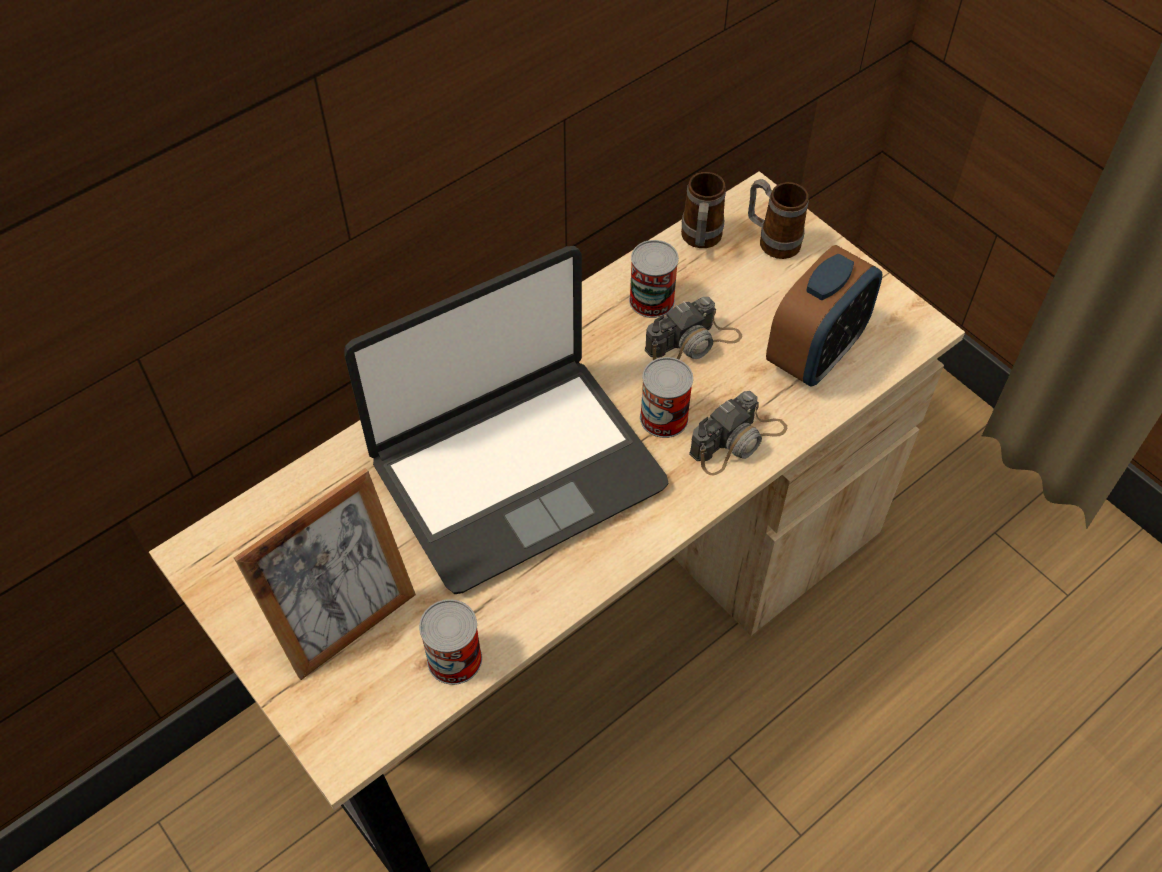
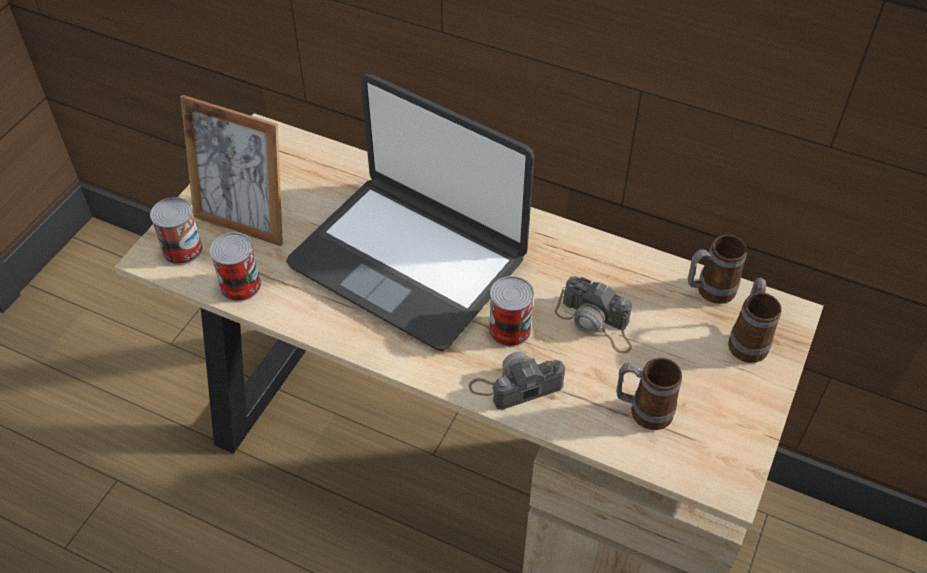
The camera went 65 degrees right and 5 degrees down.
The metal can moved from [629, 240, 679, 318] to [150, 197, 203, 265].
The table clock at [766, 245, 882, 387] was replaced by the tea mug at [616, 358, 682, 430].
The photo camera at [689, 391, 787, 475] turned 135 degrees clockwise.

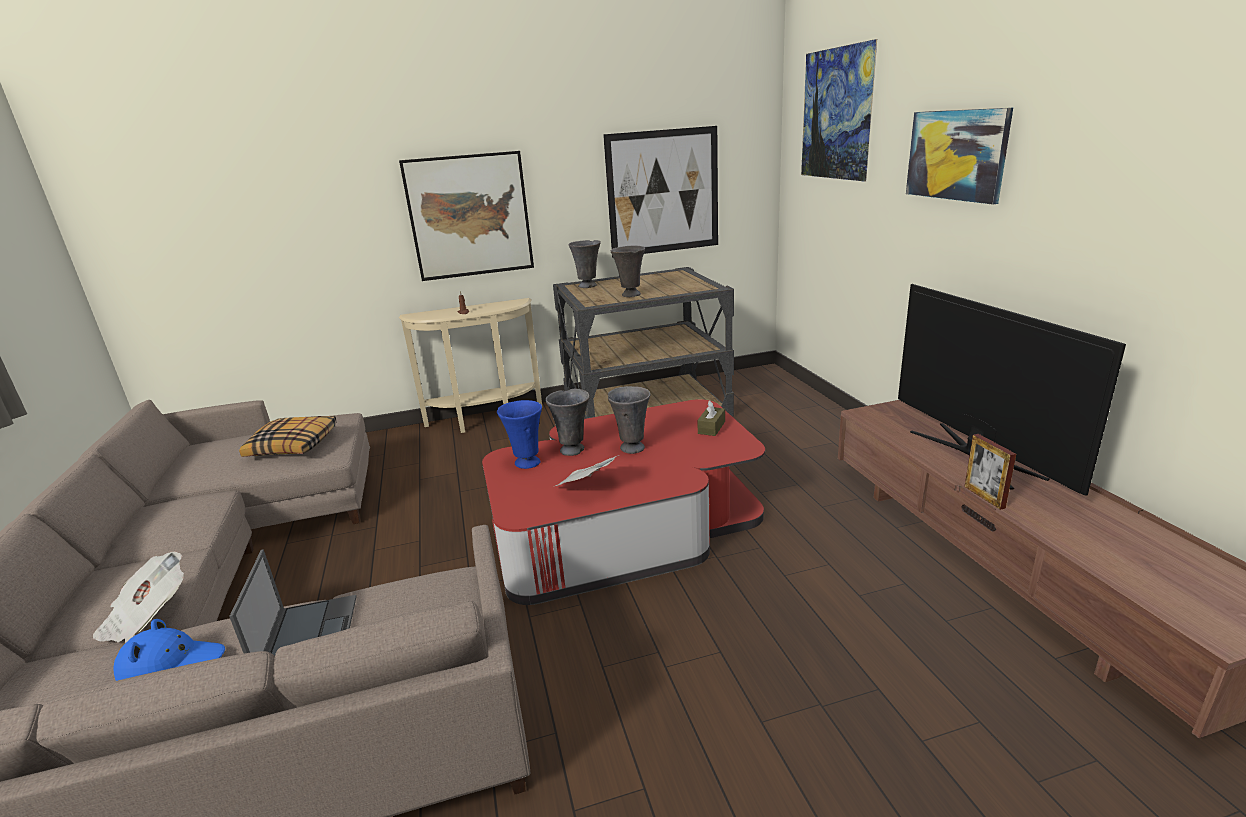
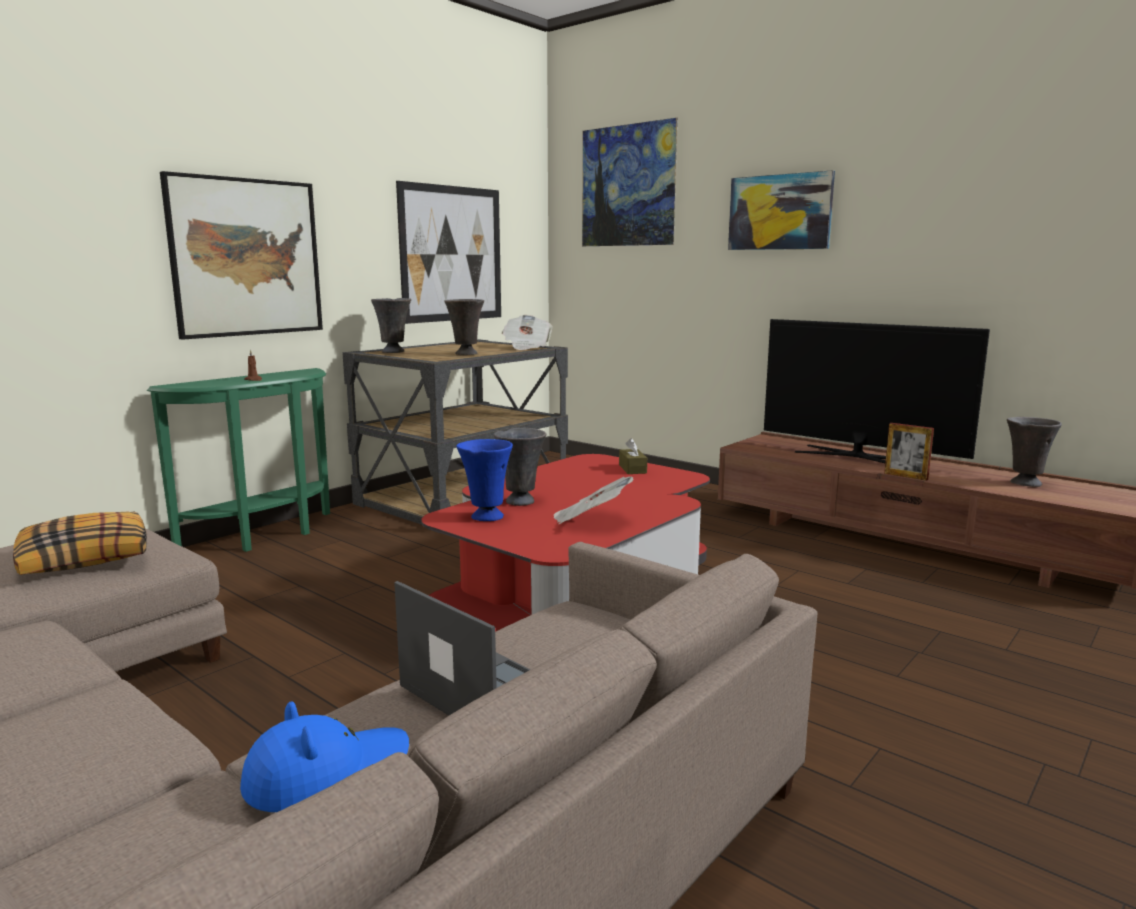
The camera went 35 degrees left and 10 degrees down.
The beige console table at [399, 298, 542, 433] became the green console table at [147, 368, 330, 552].
The grey flower vase moved from [608, 386, 651, 454] to [1007, 417, 1062, 487].
The newspaper moved from [93, 551, 184, 643] to [502, 315, 553, 350].

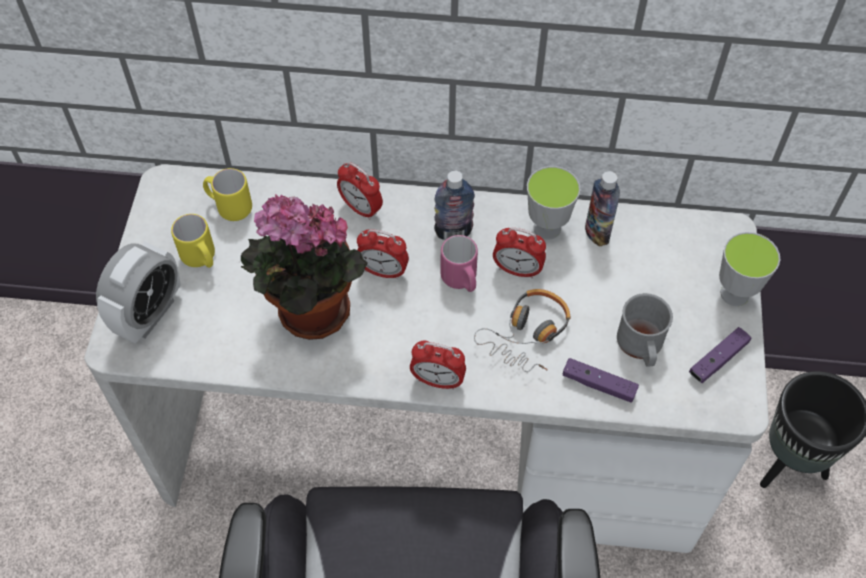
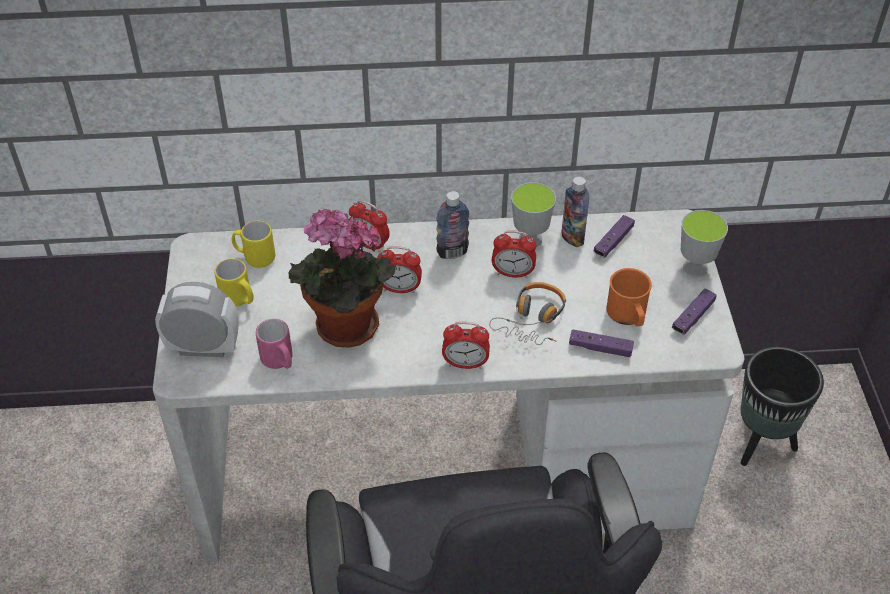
The camera went 10 degrees left and 10 degrees down.
The pink-coloured tea mug moved from [440, 235, 478, 292] to [256, 319, 293, 369].
The table clock at [96, 241, 181, 344] turned 105 degrees counterclockwise.
The grey tea mug at [617, 293, 673, 367] became the orangey tea mug at [606, 268, 652, 327].
The purple joypad at [593, 215, 635, 257] appeared.

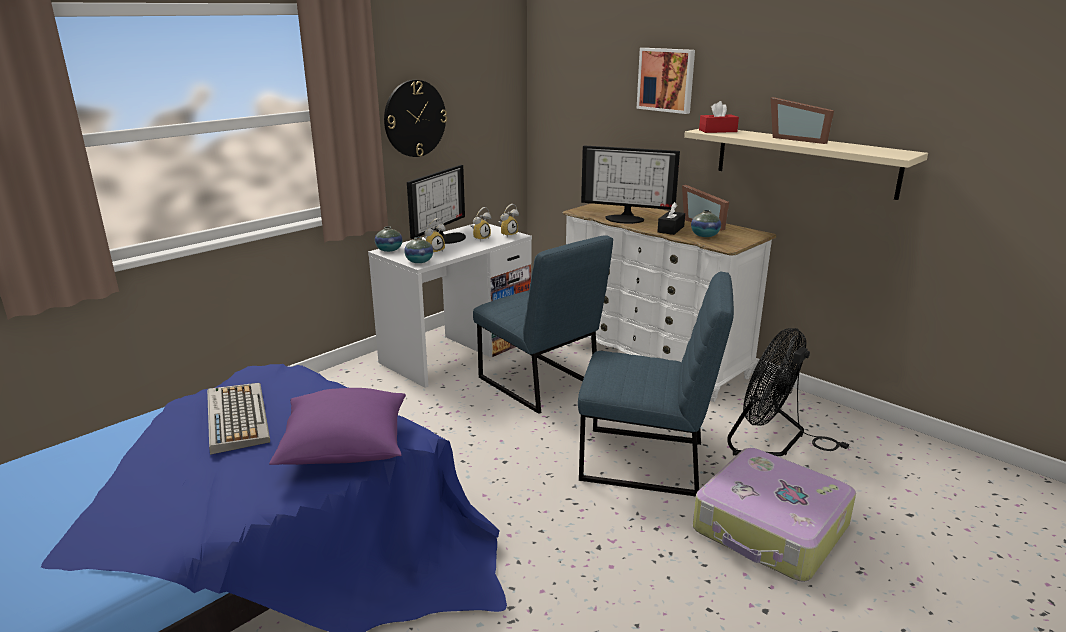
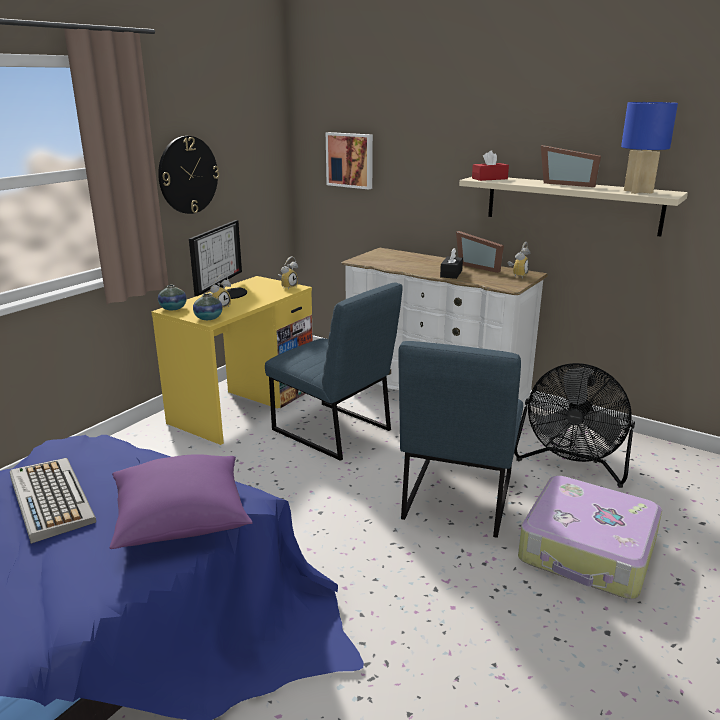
The camera went 10 degrees left and 0 degrees up.
The wall picture moved from [636, 48, 695, 114] to [326, 132, 373, 190].
The computer screen at [581, 145, 680, 224] disappeared.
The table clock moved from [470, 207, 491, 242] to [508, 242, 530, 279].
The flower vase at [691, 210, 721, 237] disappeared.
The white-coloured desk table at [368, 224, 532, 388] became the yellow-coloured desk table at [151, 276, 313, 445].
The bluish upright chair at [578, 271, 734, 496] turned 105 degrees clockwise.
The blackish electric fan at [727, 328, 850, 456] turned 90 degrees counterclockwise.
The bluish table lamp at [621, 102, 678, 194] appeared.

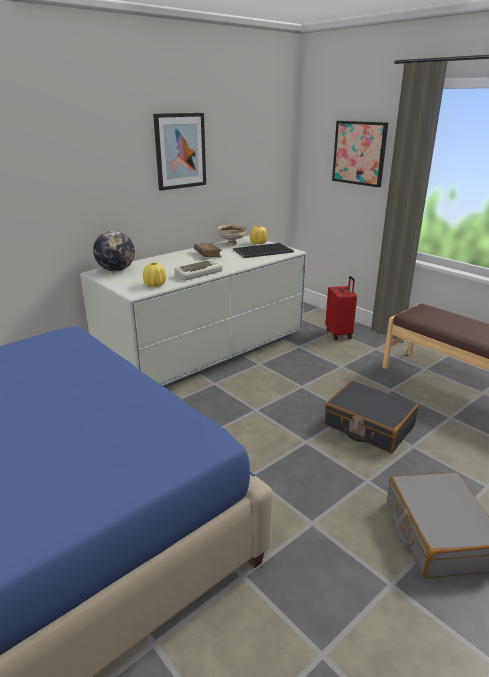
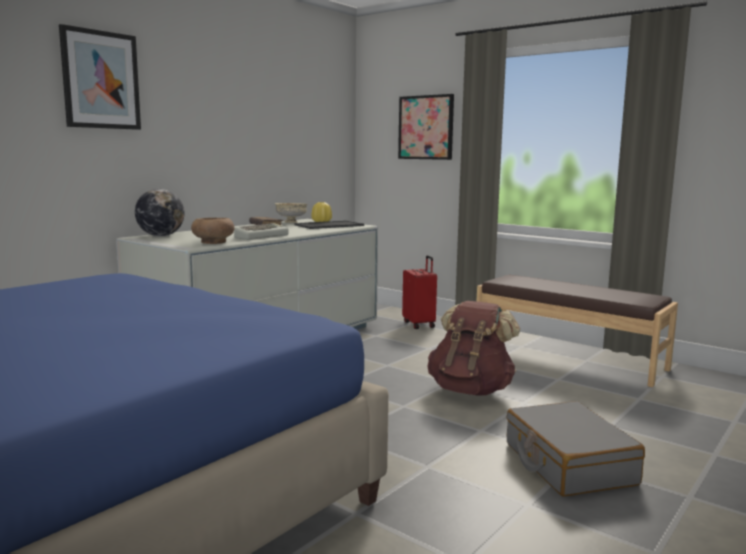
The camera went 10 degrees left and 15 degrees down.
The wall picture moved from [153, 113, 206, 191] to [59, 24, 141, 130].
The yellow-coloured flower vase at [143, 263, 166, 287] was replaced by the brown-coloured bowl at [191, 218, 235, 244].
The blackish piece of luggage at [324, 381, 419, 453] was replaced by the brown-coloured rucksack at [427, 301, 520, 396].

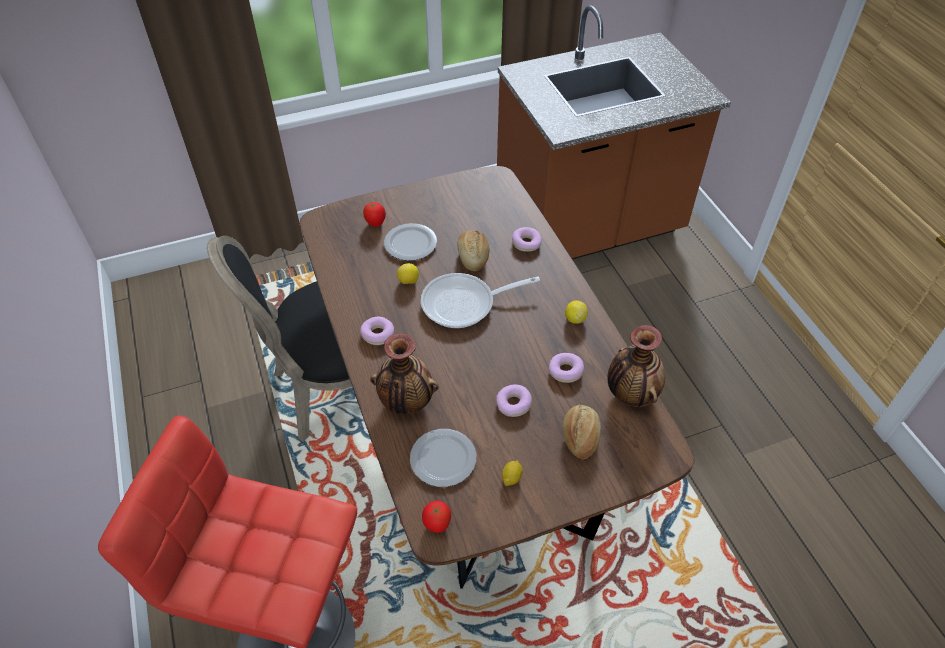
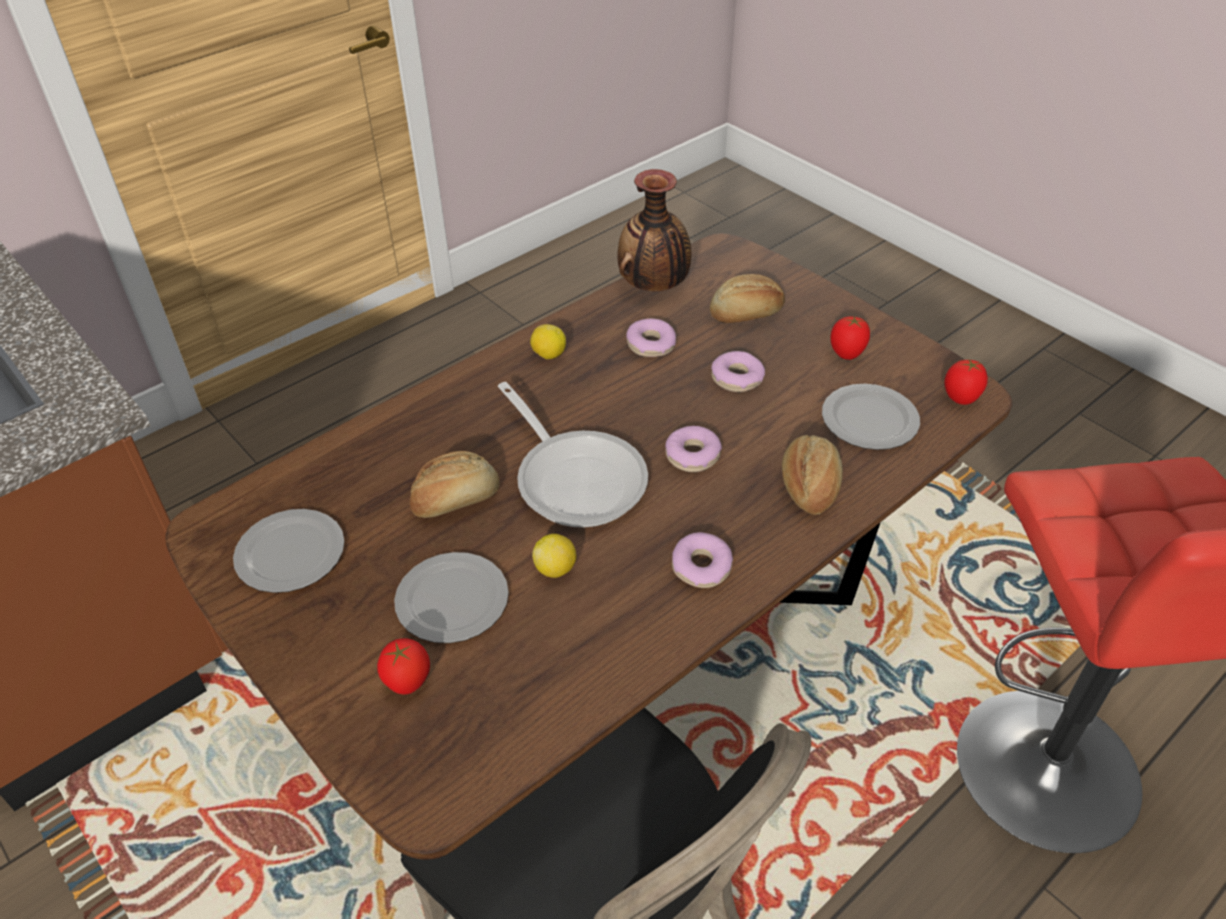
The camera went 110 degrees left and 5 degrees down.
The donut moved from [512, 227, 542, 252] to [665, 426, 722, 472].
The flower vase at [370, 333, 439, 414] was replaced by the bakery bread at [782, 435, 843, 515].
The lemon at [502, 460, 523, 486] was replaced by the whole tomato at [830, 316, 870, 360].
The flat dish at [233, 509, 344, 593] appeared.

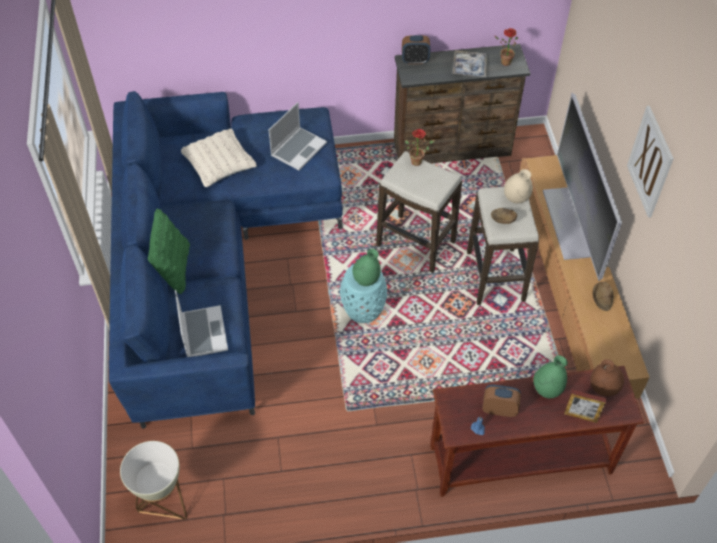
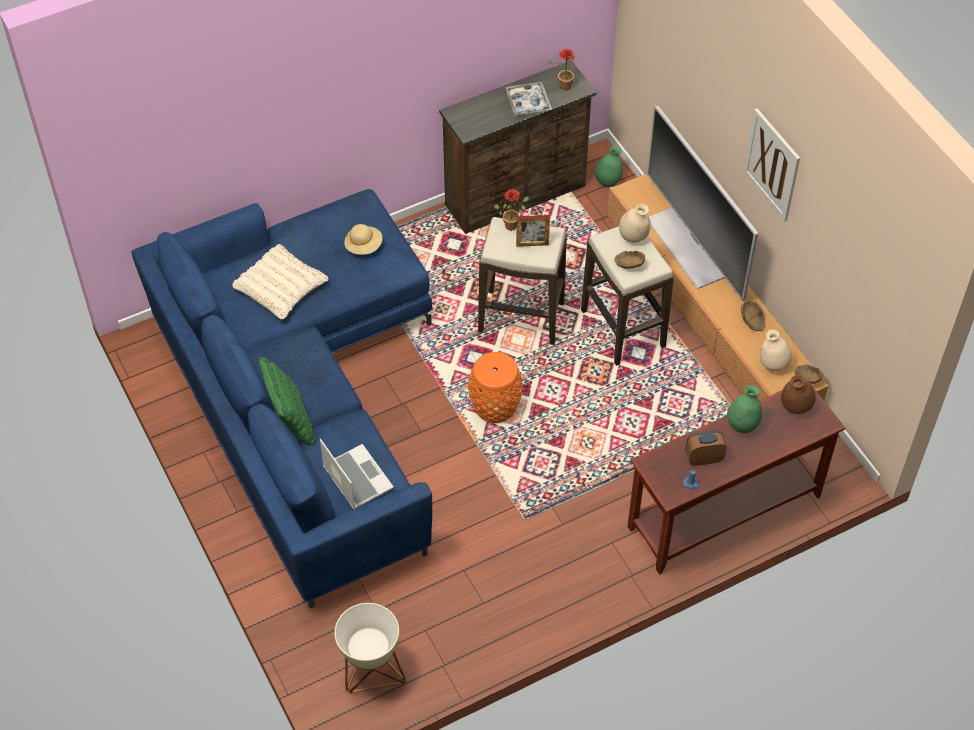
The camera went 20 degrees left and 0 degrees up.
The table clock at [402, 35, 430, 64] disappeared.
The portable computer at [269, 102, 327, 170] was replaced by the beige clothing hat at [344, 224, 383, 255].
The green flower vase moved from [352, 249, 381, 286] to [594, 146, 623, 187].
The turquoise stool at [340, 264, 387, 323] became the orangey stool at [468, 352, 523, 423].
The photo frame moved from [564, 390, 607, 423] to [516, 215, 550, 247].
The beige flower vase at [760, 330, 792, 371] appeared.
The brown-coloured bowl at [794, 365, 823, 384] appeared.

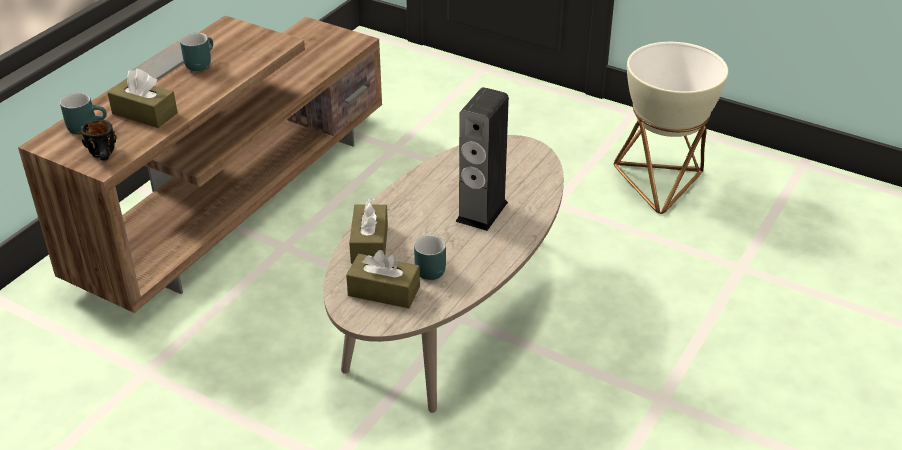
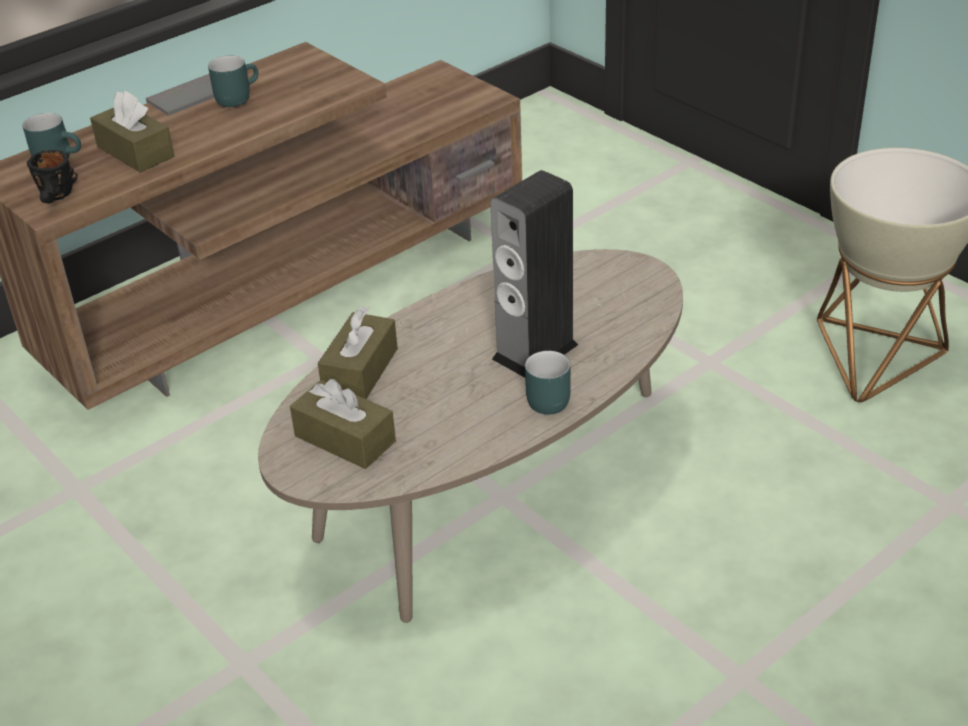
The camera went 20 degrees right and 0 degrees up.
The turquoise tea mug moved from [414, 235, 446, 280] to [525, 351, 571, 415].

